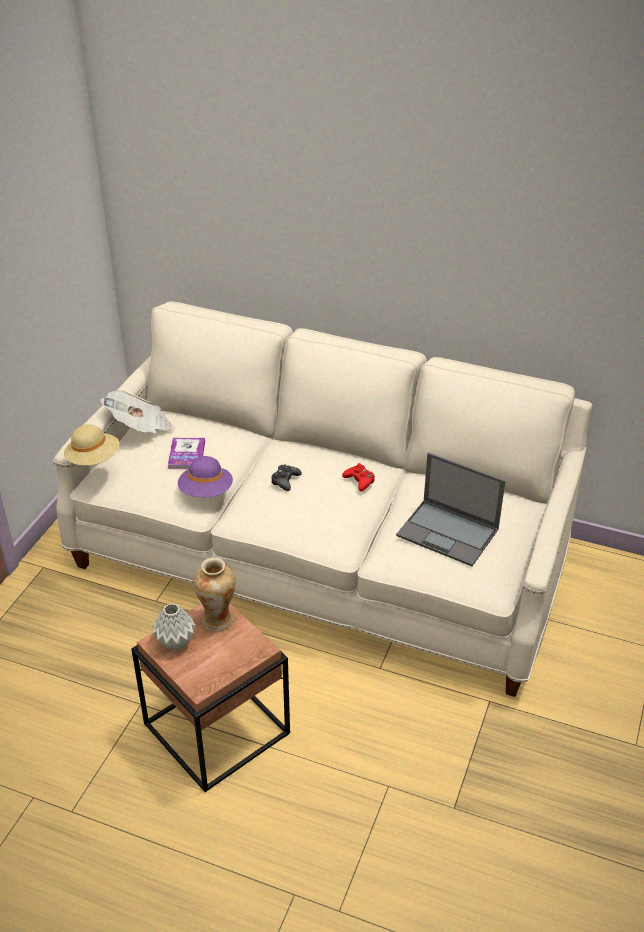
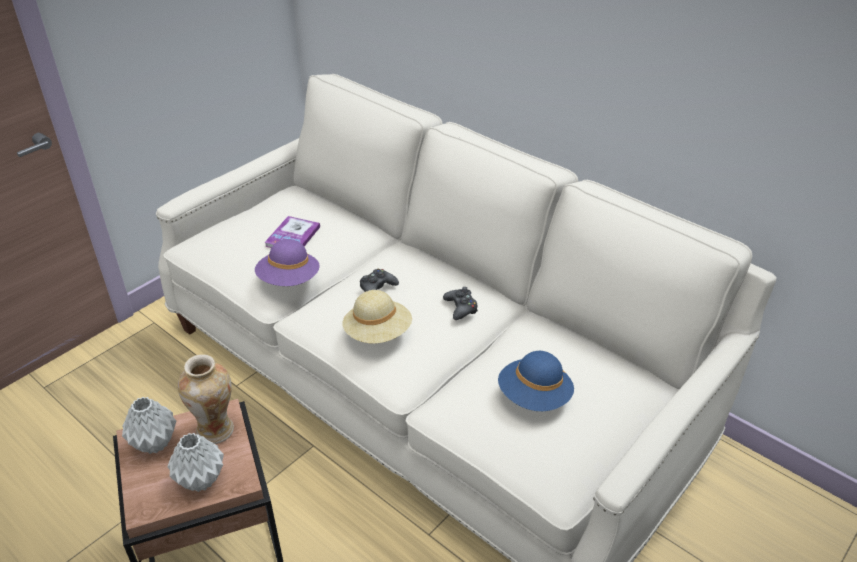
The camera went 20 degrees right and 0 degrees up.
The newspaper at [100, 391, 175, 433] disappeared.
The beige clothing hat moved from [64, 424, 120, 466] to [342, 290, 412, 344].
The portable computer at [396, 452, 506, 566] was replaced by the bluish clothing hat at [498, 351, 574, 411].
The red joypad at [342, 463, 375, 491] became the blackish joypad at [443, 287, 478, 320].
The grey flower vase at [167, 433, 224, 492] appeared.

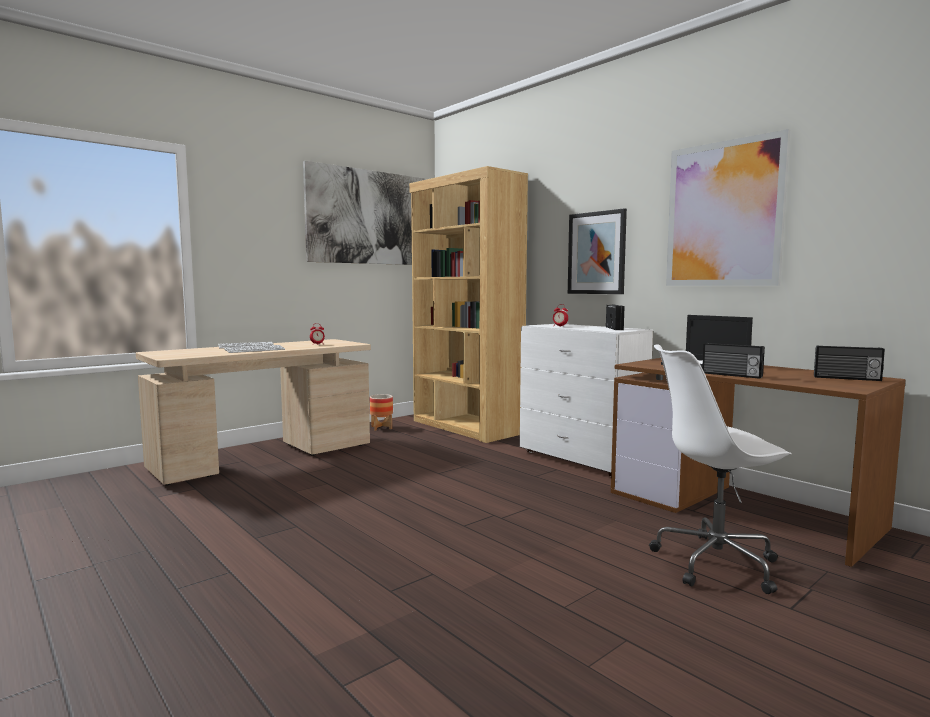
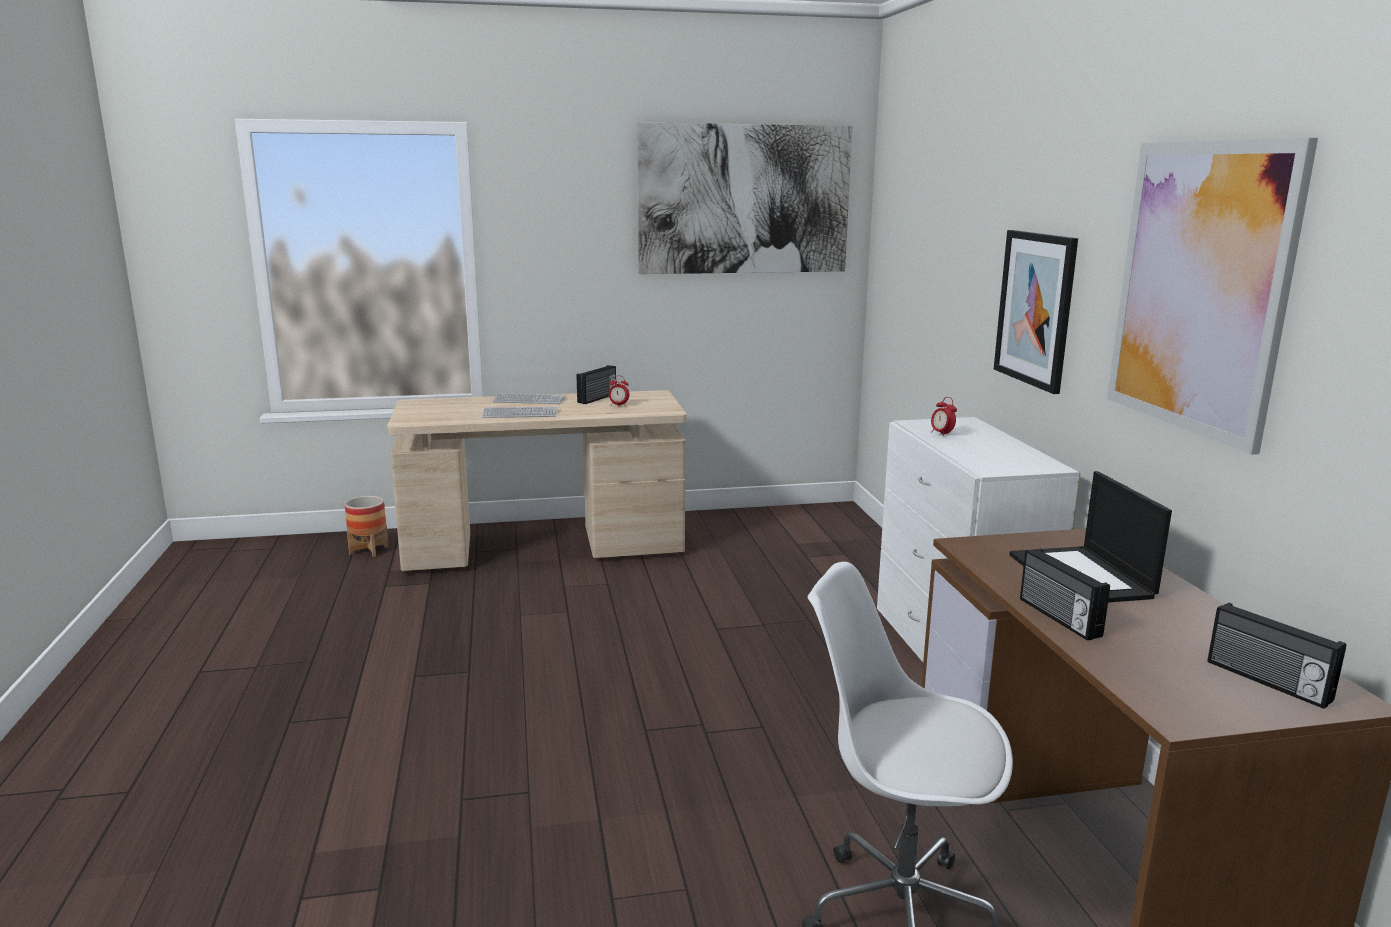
The camera went 30 degrees right and 10 degrees up.
The brown-coloured shelving unit at [409, 166, 528, 443] disappeared.
The radio moved from [606, 305, 624, 330] to [577, 365, 616, 404].
The plant pot moved from [370, 394, 393, 431] to [345, 496, 389, 557].

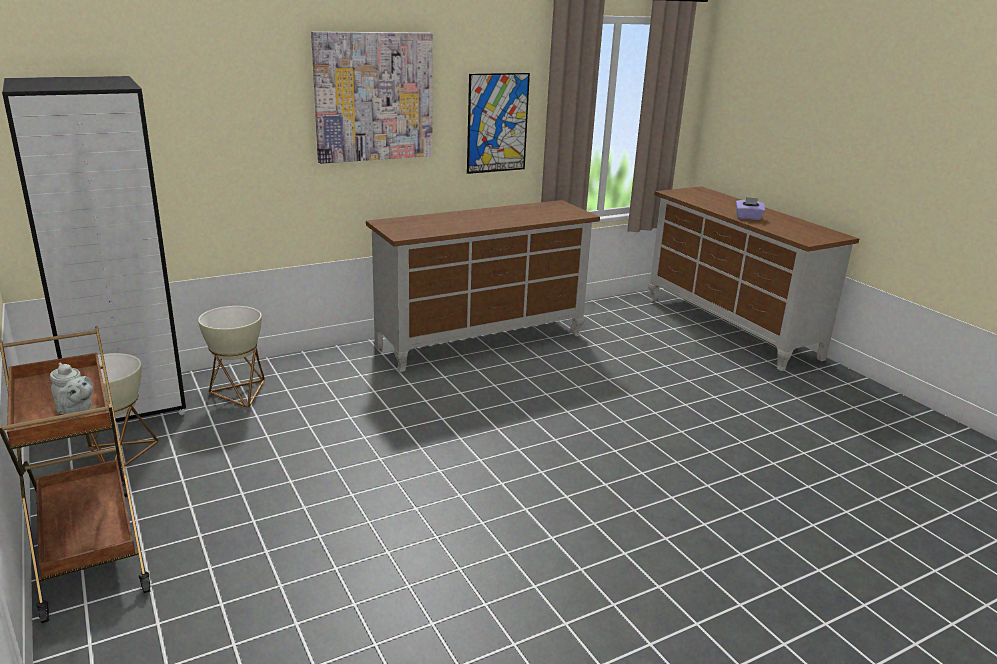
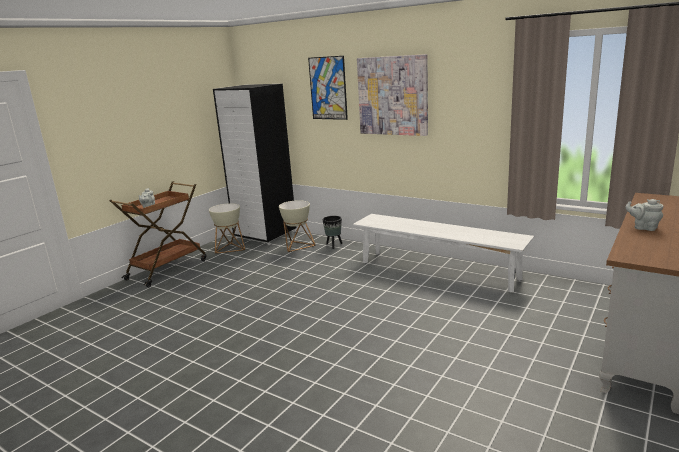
The camera went 65 degrees right and 5 degrees down.
The wall picture moved from [467, 73, 530, 174] to [308, 56, 348, 120].
The purple box of tissues at [736, 197, 765, 220] was replaced by the grey teapot at [626, 199, 663, 231].
The brown-coloured chest of drawers at [366, 200, 600, 372] was replaced by the white-coloured indoor bench at [353, 214, 534, 292].
The blackish plant pot at [323, 216, 342, 249] appeared.

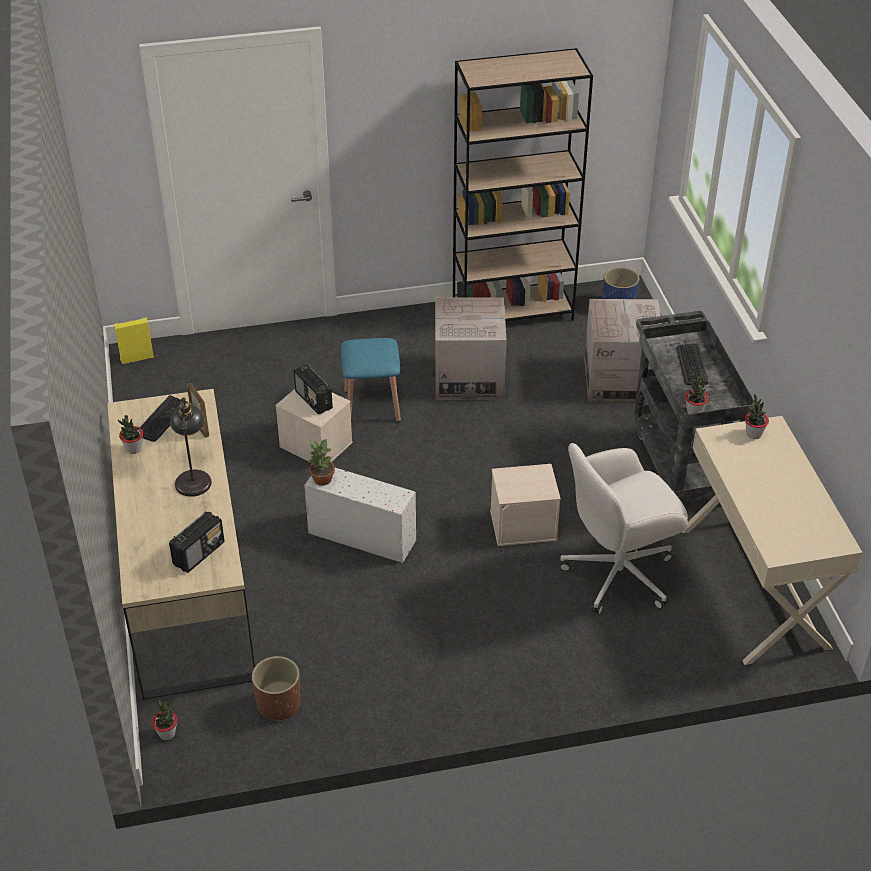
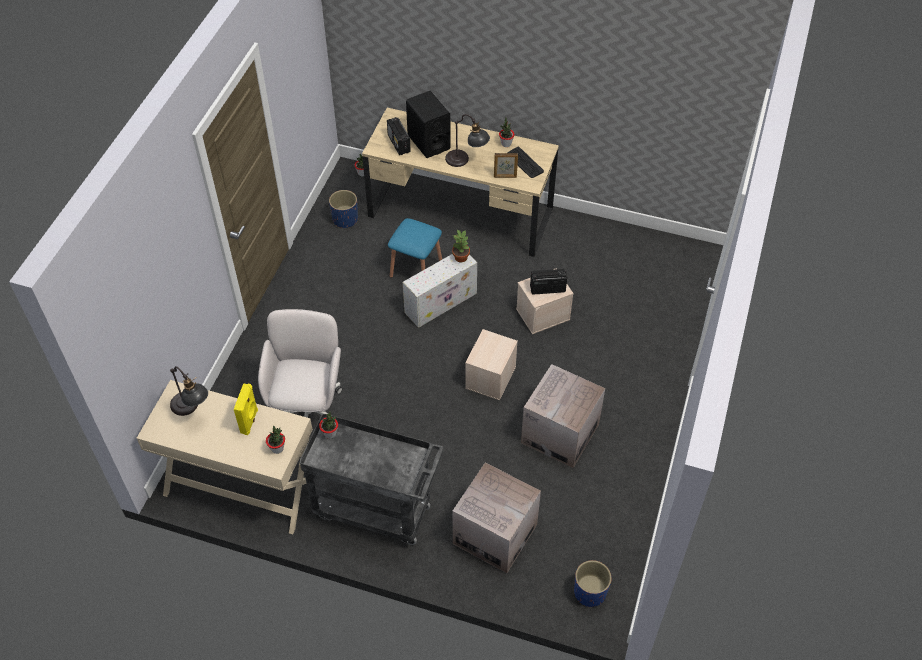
The camera went 120 degrees right and 10 degrees up.
The beige shelving unit at [453, 48, 593, 322] disappeared.
The yellow-coloured loudspeaker moved from [114, 317, 154, 364] to [234, 383, 258, 435].
The bluish stool moved from [341, 338, 401, 422] to [388, 218, 442, 278].
The PC keyboard at [677, 343, 708, 385] disappeared.
The beige storage box moved from [490, 464, 561, 546] to [465, 329, 518, 400].
The brown-coloured plant pot at [252, 656, 300, 722] became the bluish plant pot at [329, 190, 358, 228].
The blackish loudspeaker at [406, 91, 451, 158] appeared.
The grey table lamp at [170, 366, 208, 416] appeared.

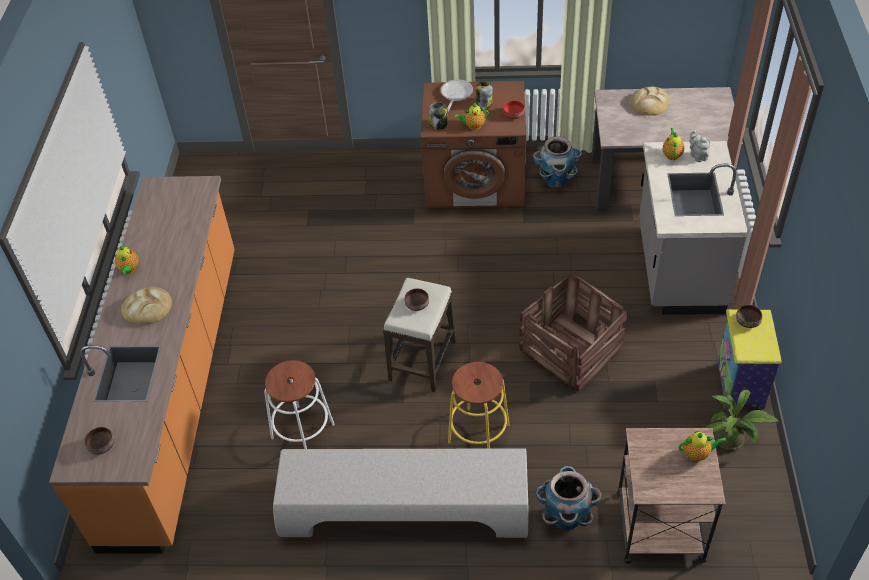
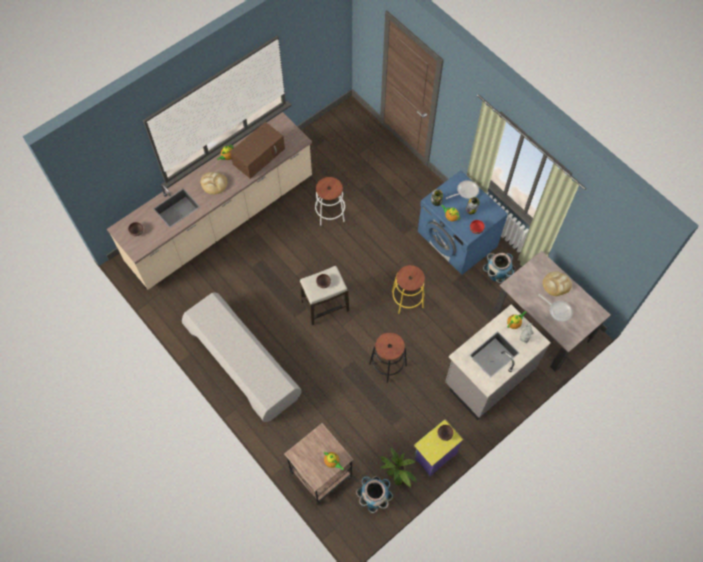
The camera went 45 degrees right and 15 degrees up.
The brown-coloured laundry machine at [421, 81, 526, 208] became the bluish laundry machine at [418, 170, 508, 275].
The orangey kitchen base unit at [49, 176, 235, 554] became the beige kitchen base unit at [107, 112, 312, 290].
The shipping crate at [519, 273, 628, 392] was replaced by the blackish stool at [369, 332, 407, 383].
The white-coloured stool moved from [264, 360, 335, 449] to [315, 177, 345, 226].
The yellow-coloured stool moved from [448, 362, 510, 449] to [392, 265, 425, 314].
The plant pot moved from [536, 466, 602, 530] to [356, 476, 393, 513].
The brown-coloured microwave oven at [230, 122, 285, 179] appeared.
The skillet at [538, 294, 573, 322] appeared.

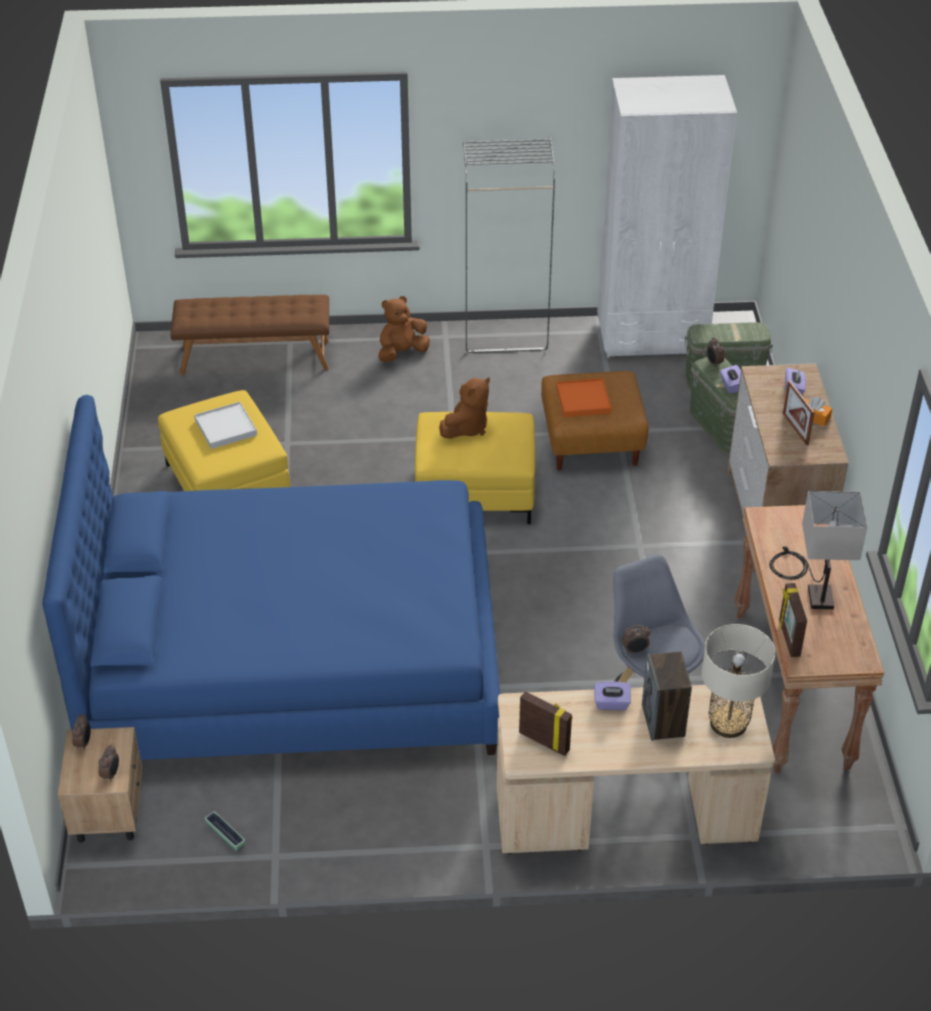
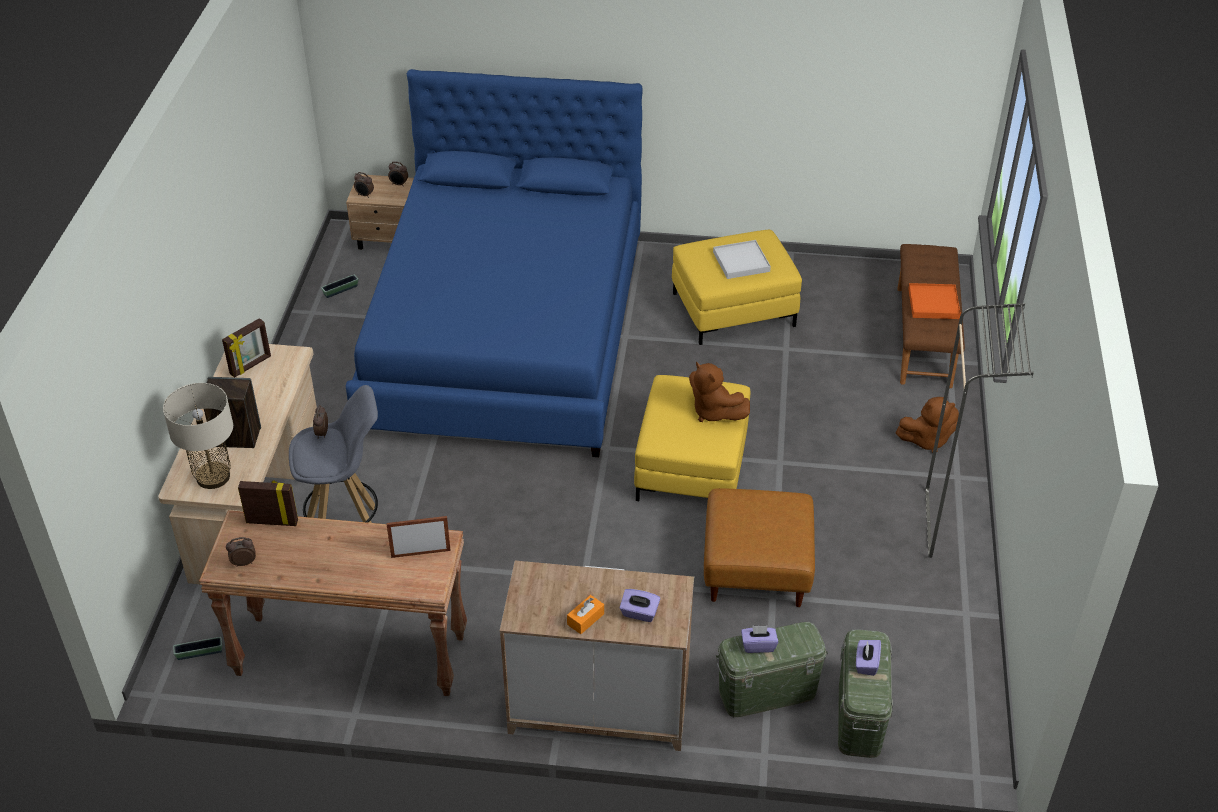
The camera went 100 degrees right and 0 degrees up.
The white-coloured wardrobe at [597, 75, 737, 358] disappeared.
The brown-coloured plush toy at [379, 296, 430, 362] turned 105 degrees clockwise.
The table clock moved from [707, 338, 724, 367] to [226, 537, 256, 567].
The orangey carrying tray moved from [556, 378, 612, 417] to [908, 283, 961, 319].
The photo frame moved from [783, 380, 815, 445] to [387, 516, 451, 558].
The table lamp at [769, 491, 867, 609] disappeared.
The purple box of tissues moved from [594, 681, 631, 710] to [856, 640, 881, 676].
The plant pot at [173, 637, 222, 660] appeared.

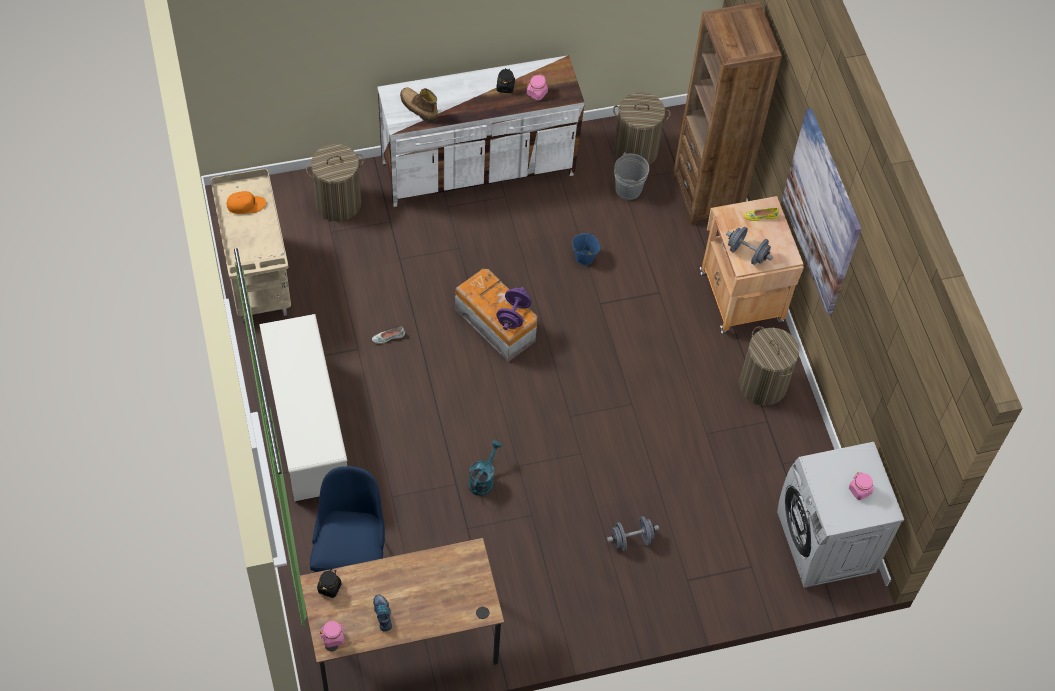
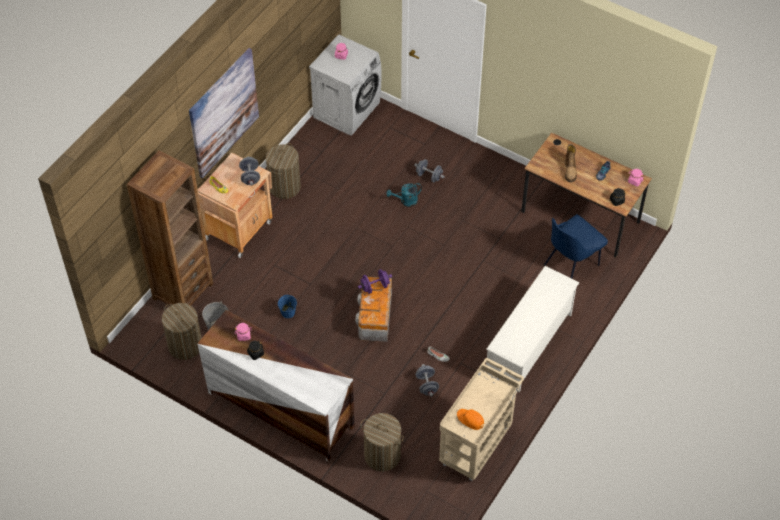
The camera went 130 degrees left and 5 degrees down.
The boot moved from [400, 87, 438, 123] to [565, 144, 577, 182].
The turquoise watering pot moved from [468, 440, 502, 496] to [387, 183, 422, 207].
The grey hand weight at [415, 364, 439, 397] appeared.

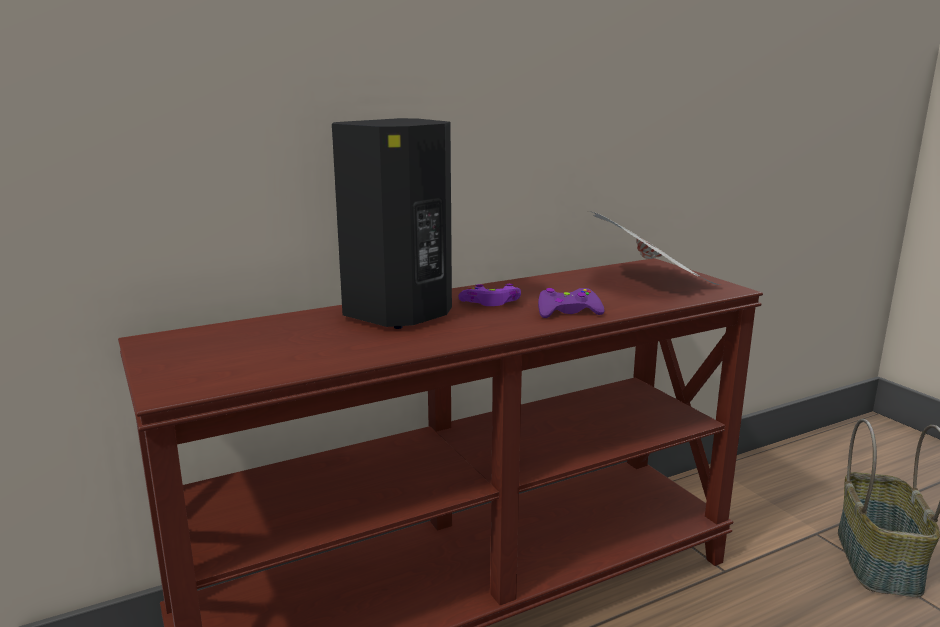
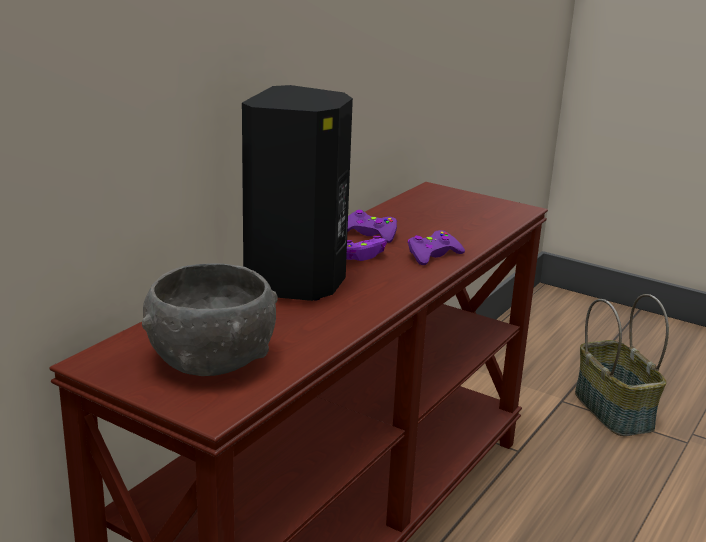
The camera went 30 degrees left and 5 degrees up.
The newspaper at [588, 211, 720, 285] disappeared.
The purple joypad at [347, 210, 397, 243] appeared.
The grey bowl at [142, 263, 278, 376] appeared.

